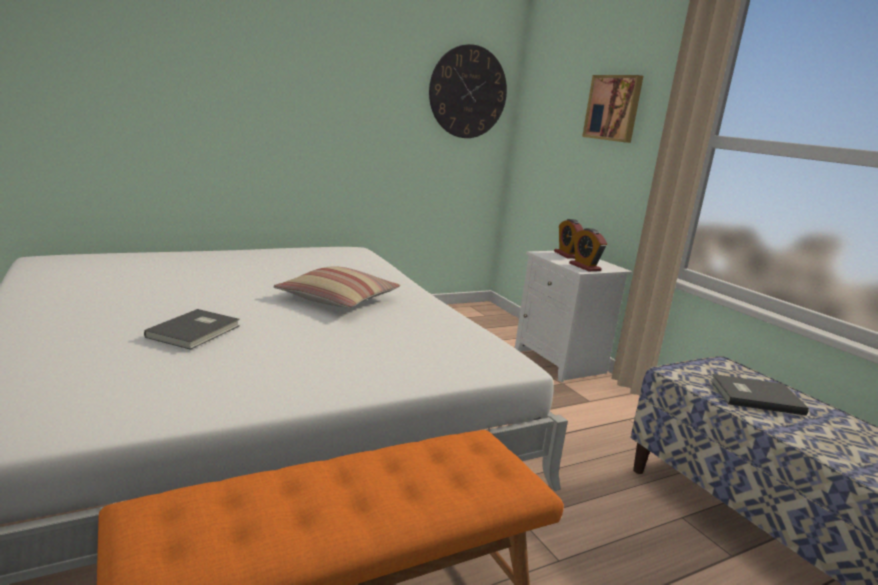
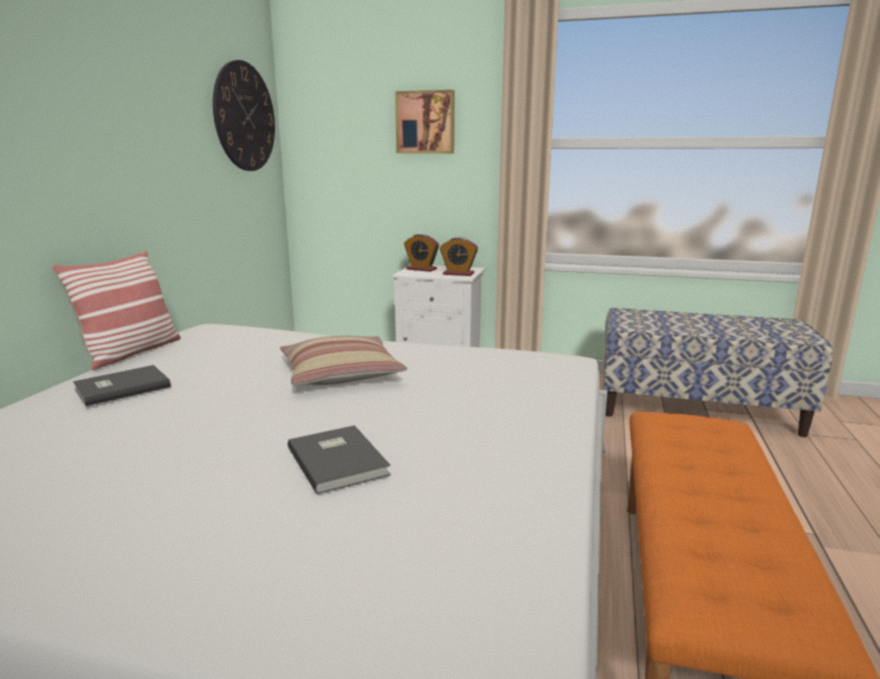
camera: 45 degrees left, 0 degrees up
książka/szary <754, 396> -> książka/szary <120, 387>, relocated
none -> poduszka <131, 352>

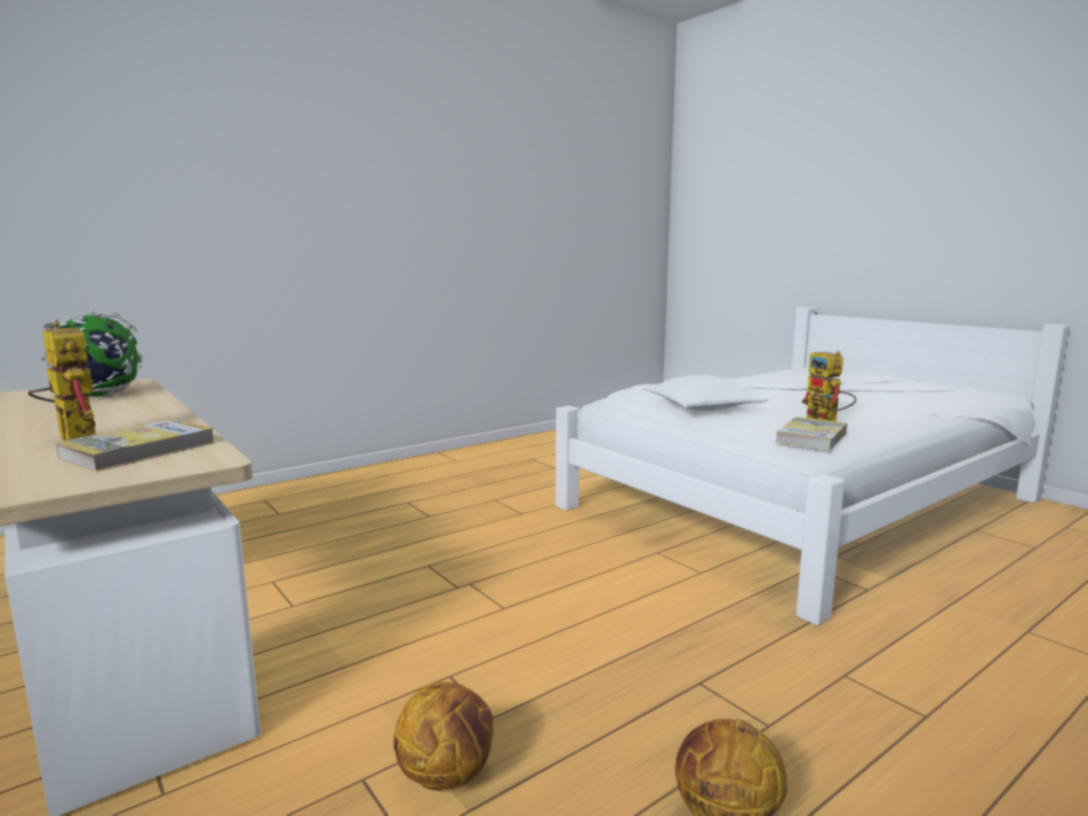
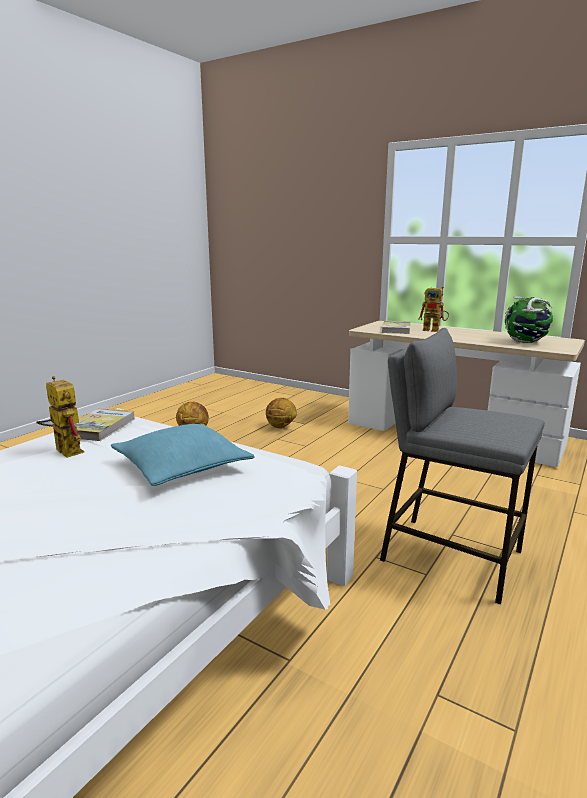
camera: 160 degrees right, 5 degrees up
poduszka/biały <702, 408> -> poduszka/turkusowy <182, 466>
none -> stołek/szary <450, 555>

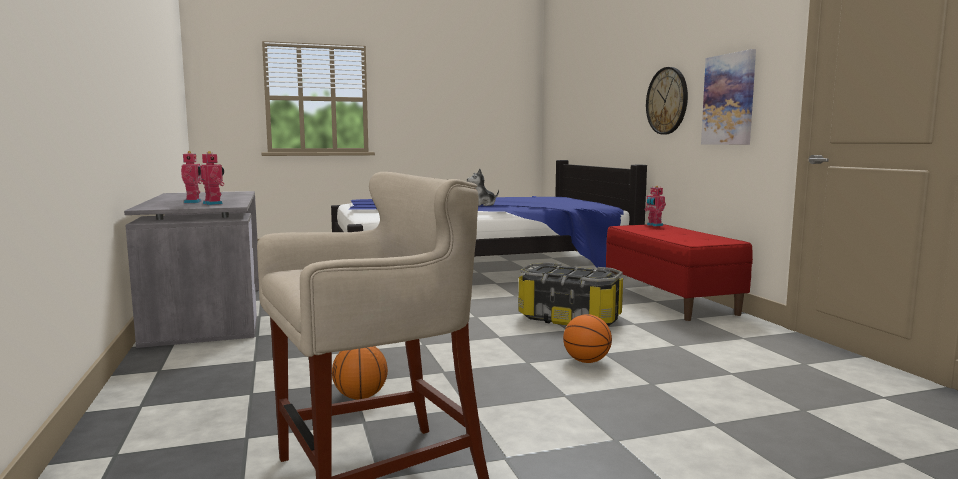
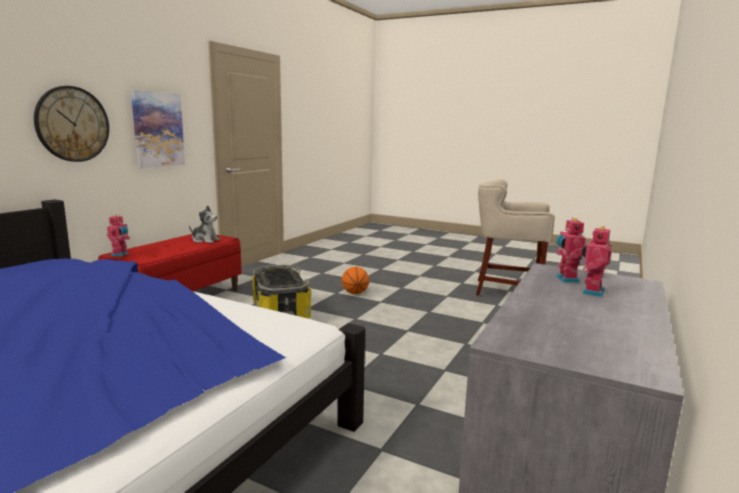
camera: 135 degrees left, 5 degrees up
pluszak <482, 205> -> pluszak <205, 240>, relocated
piłka do koszykówki <360, 397> -> none

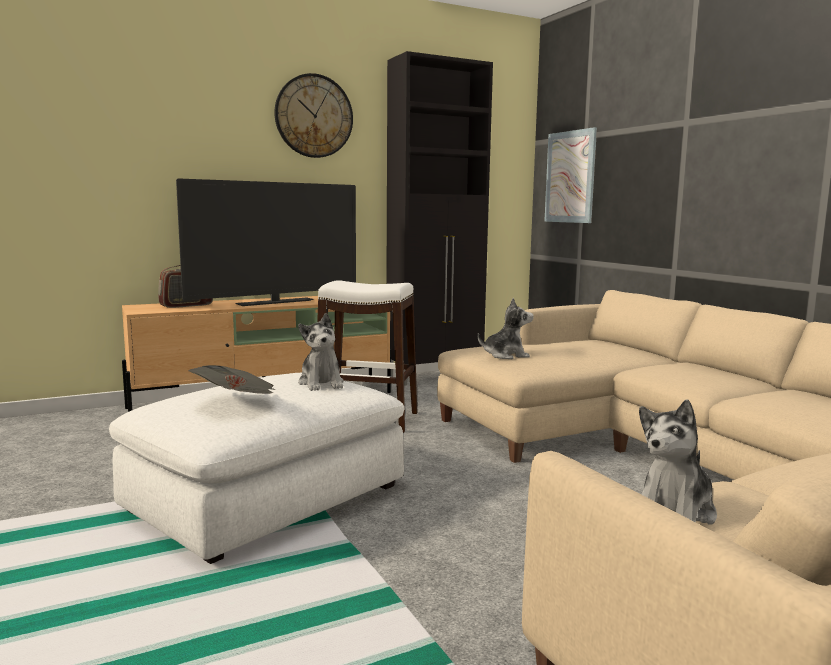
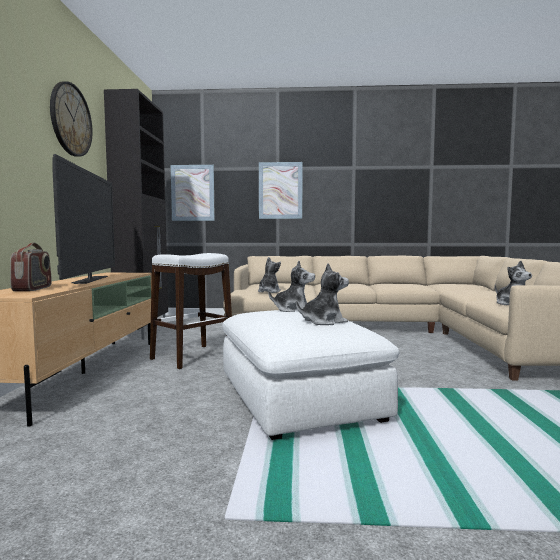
camera: 60 degrees left, 5 degrees down
gazeta <237, 403> -> pluszak <323, 322>
none -> obraz <280, 190>

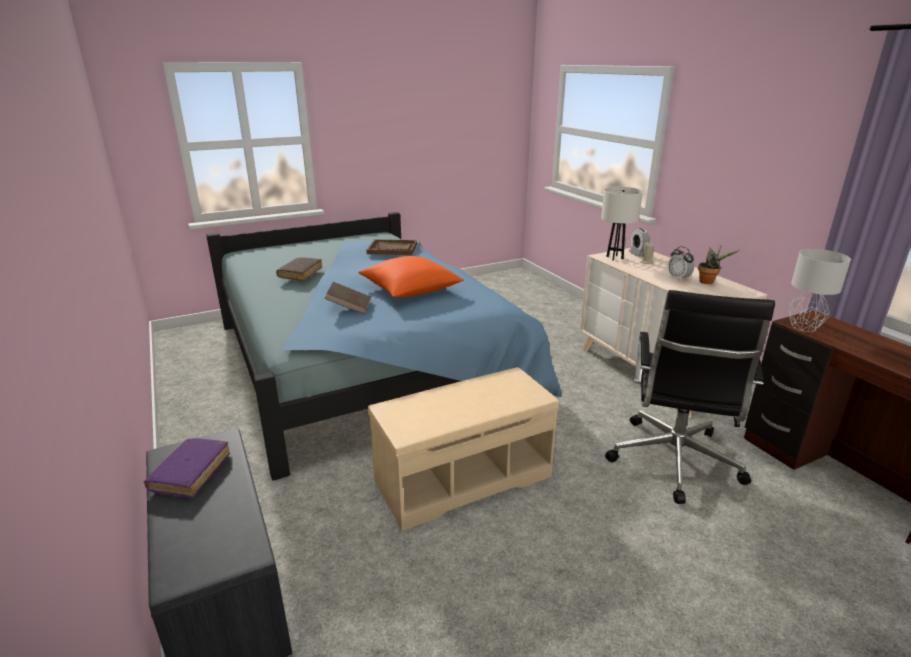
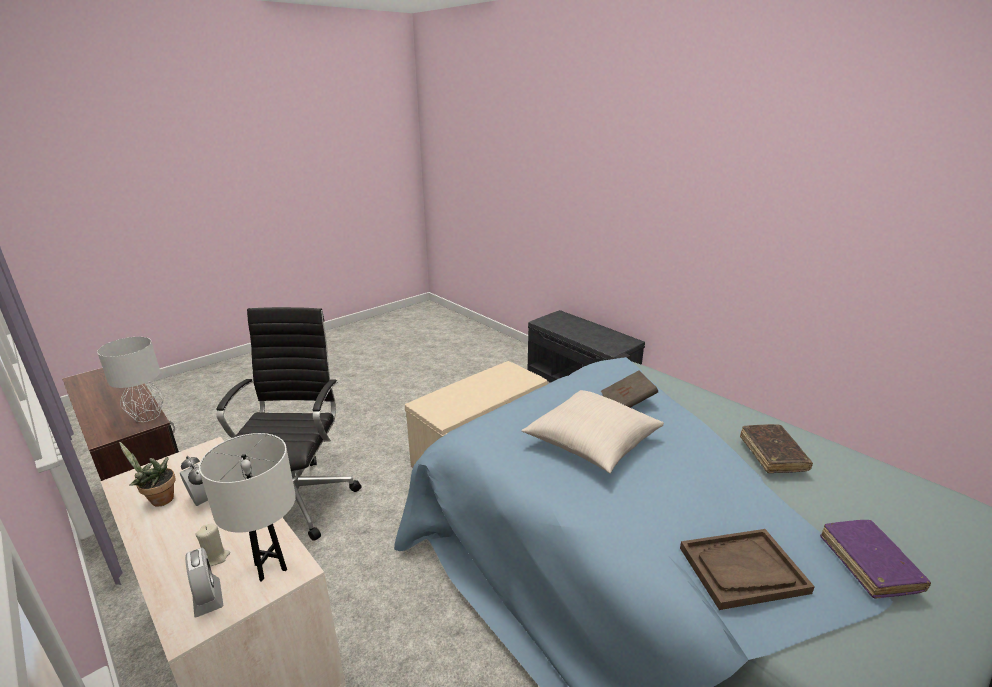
camera: 165 degrees right, 0 degrees up
poduszka/pomarańczowy <410, 290> -> poduszka/beżowy <592, 443>
książka/fioletowy <191, 473> -> książka/fioletowy <869, 564>, relocated

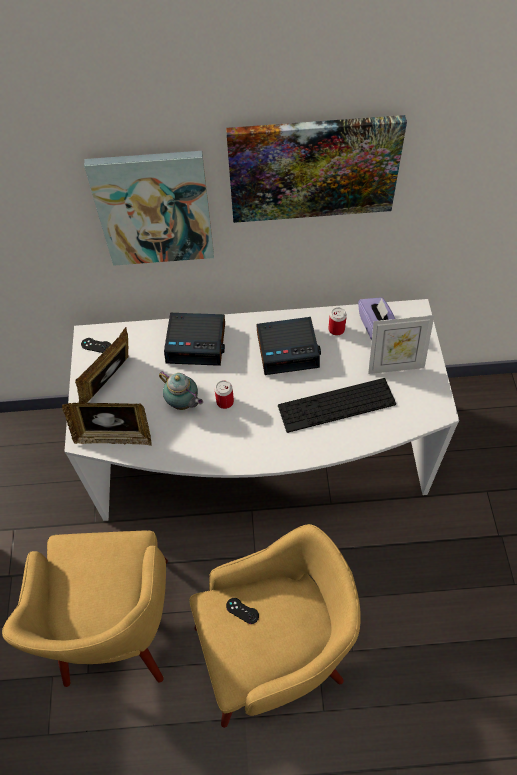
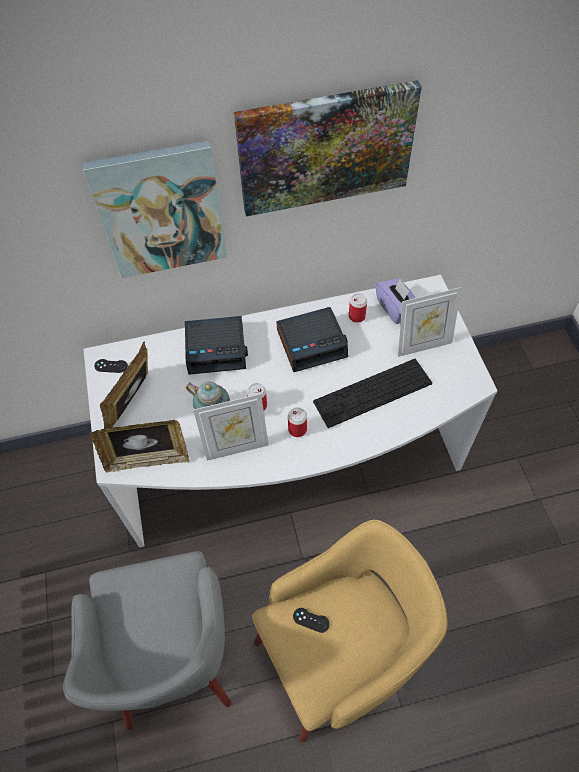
camera: 10 degrees left, 0 degrees up
fotel/żółty <116, 625> -> fotel/szary <172, 654>
none -> ramka na zdjęcie <236, 447>
none -> puszka <297, 429>

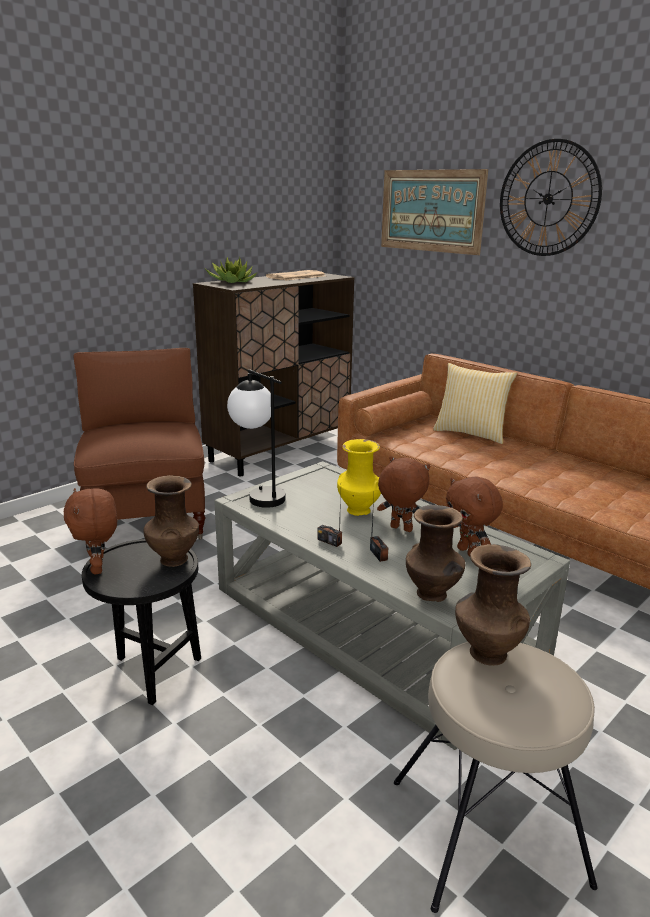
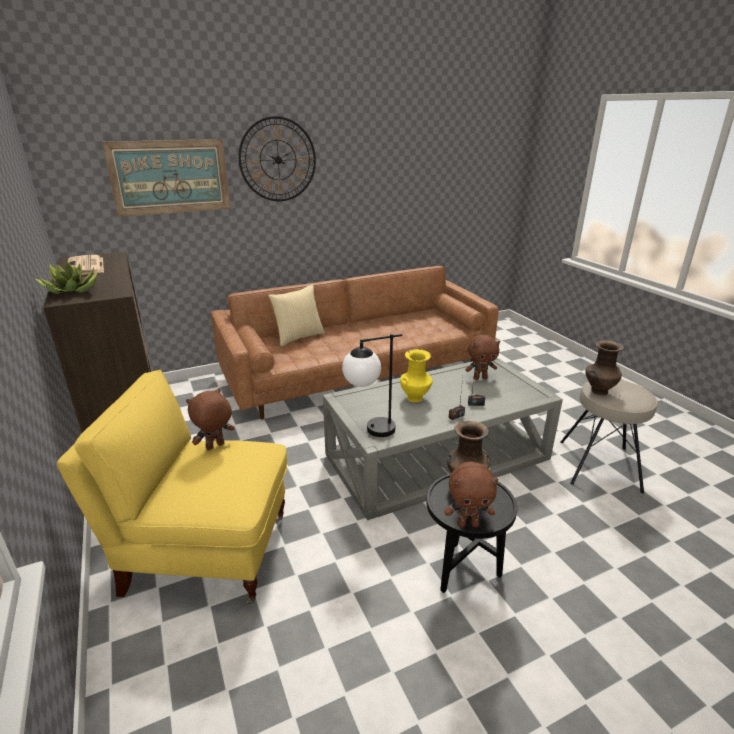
camera: 70 degrees left, 5 degrees up
fotel/brązowy <148, 518> -> fotel/żółty <206, 553>
pluszak/brązowy <400, 529> -> pluszak/brązowy <215, 447>, relocated
wazon/brązowy <433, 595> -> none

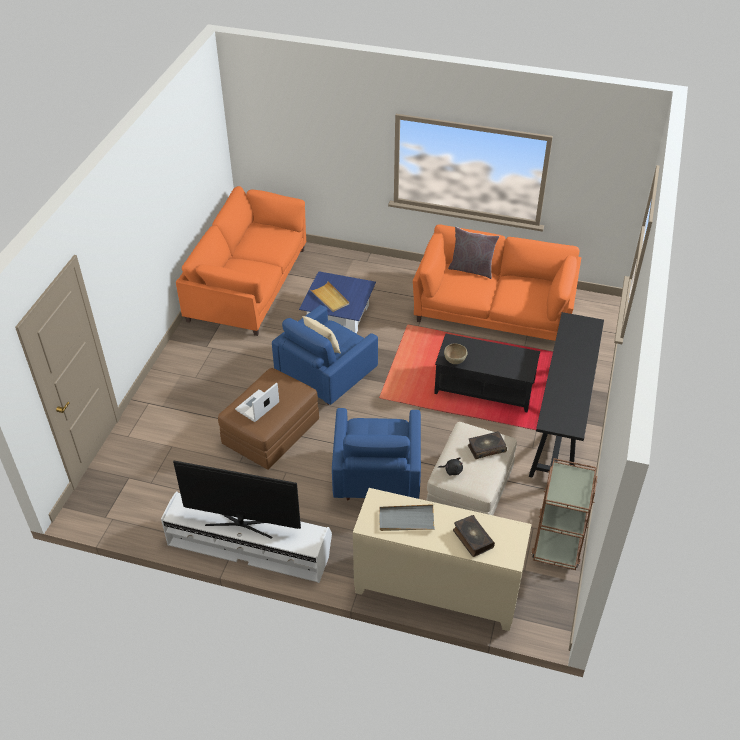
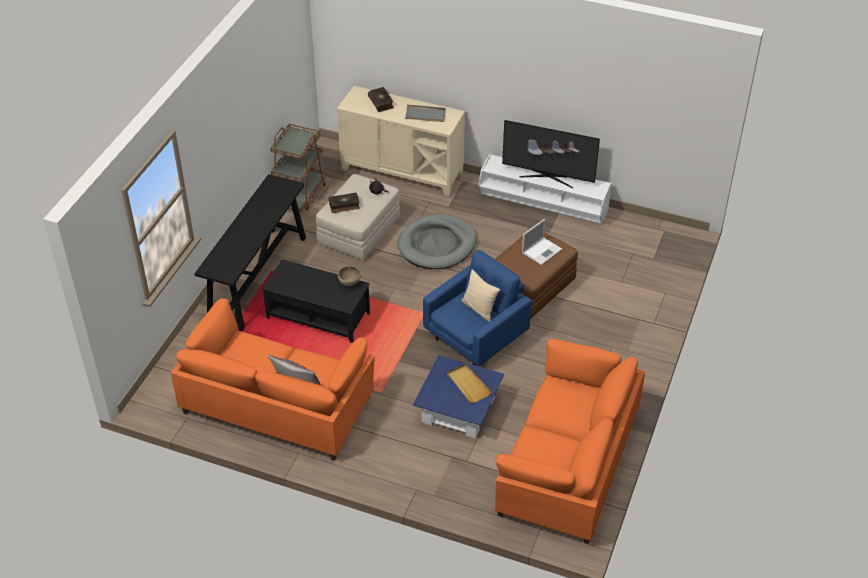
camera: 175 degrees left, 0 degrees up
fotel/niebieski <376, 477> -> legowisko/szary <437, 245>

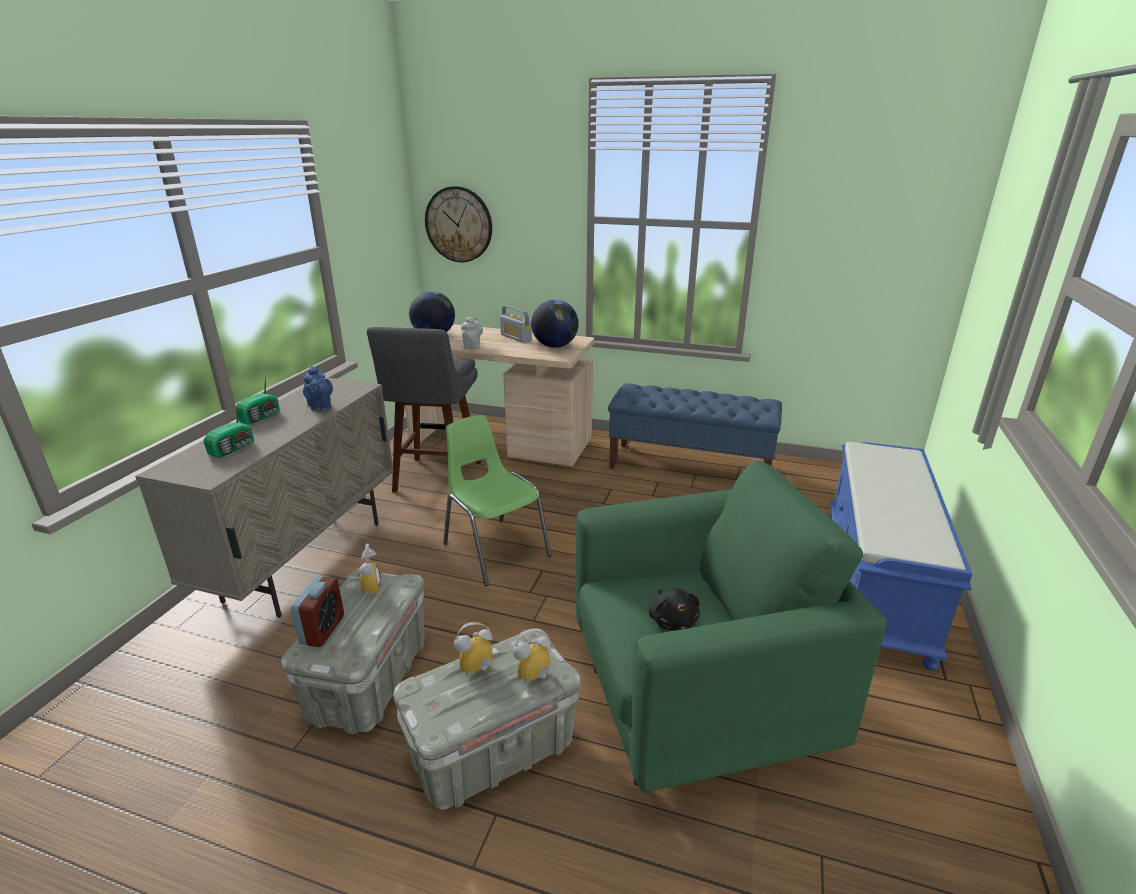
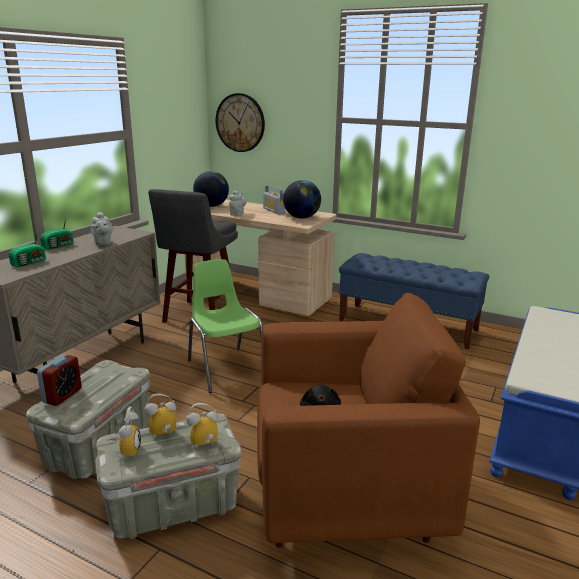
camera: 10 degrees right, 5 degrees down
imbryk/niebieski <320, 407> -> imbryk/szary <103, 243>
fotel/zielony <695, 706> -> fotel/brązowy <346, 498>
budzik <367, 588> -> budzik <127, 450>, relocated

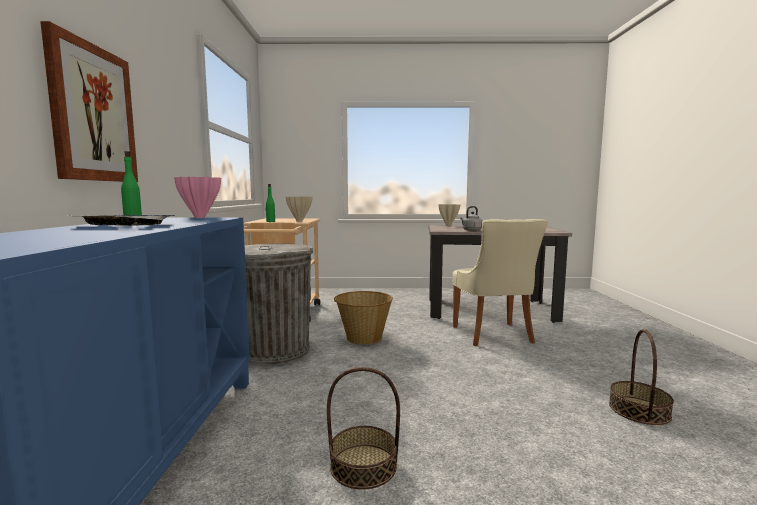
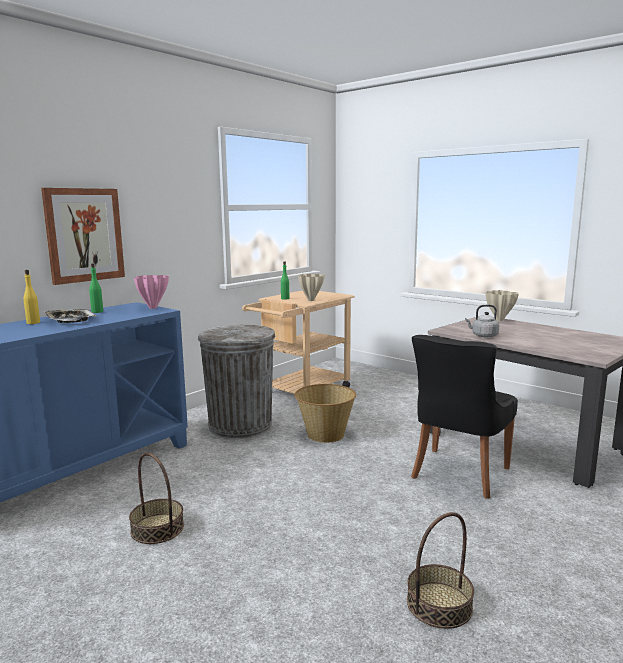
camera: 40 degrees right, 5 degrees up
krzesło/beżowy <493, 335> -> krzesło/czarny <458, 474>
none -> butelka/żółty <33, 323>

